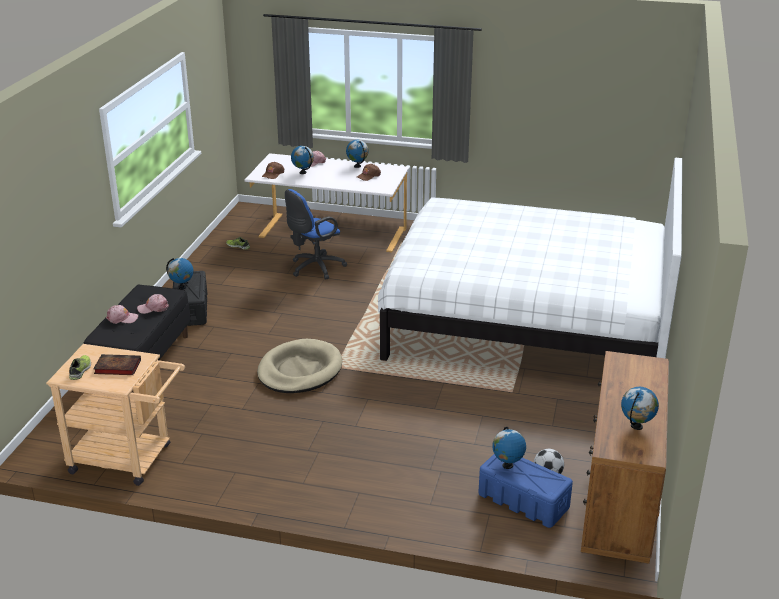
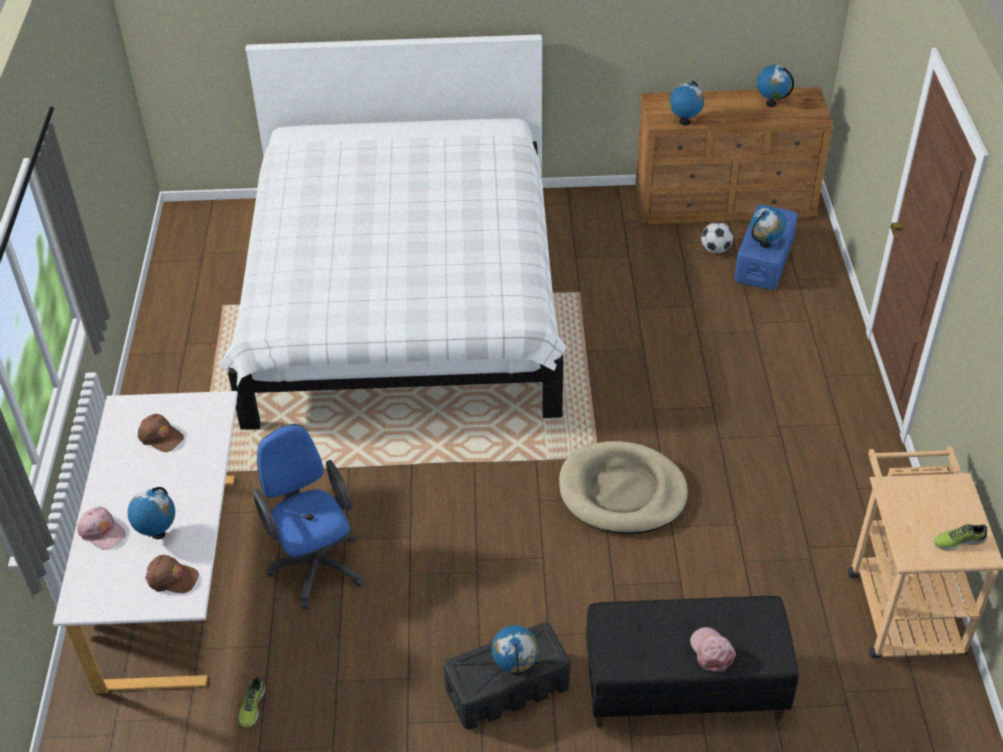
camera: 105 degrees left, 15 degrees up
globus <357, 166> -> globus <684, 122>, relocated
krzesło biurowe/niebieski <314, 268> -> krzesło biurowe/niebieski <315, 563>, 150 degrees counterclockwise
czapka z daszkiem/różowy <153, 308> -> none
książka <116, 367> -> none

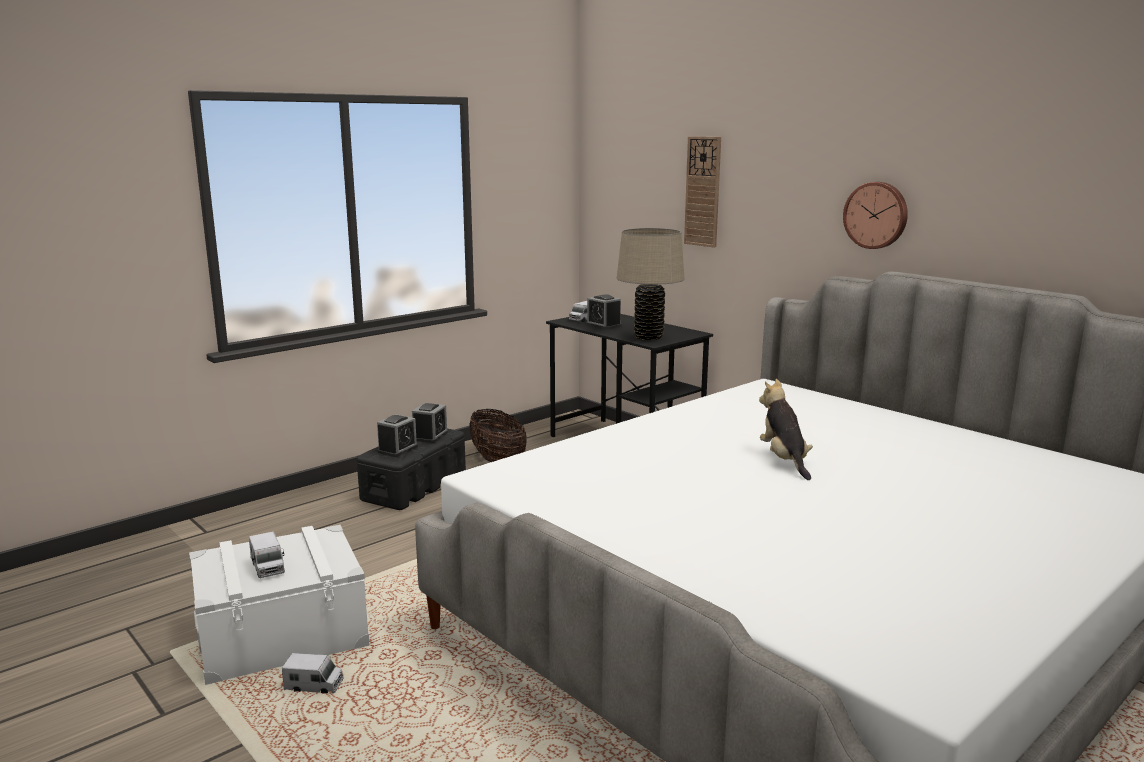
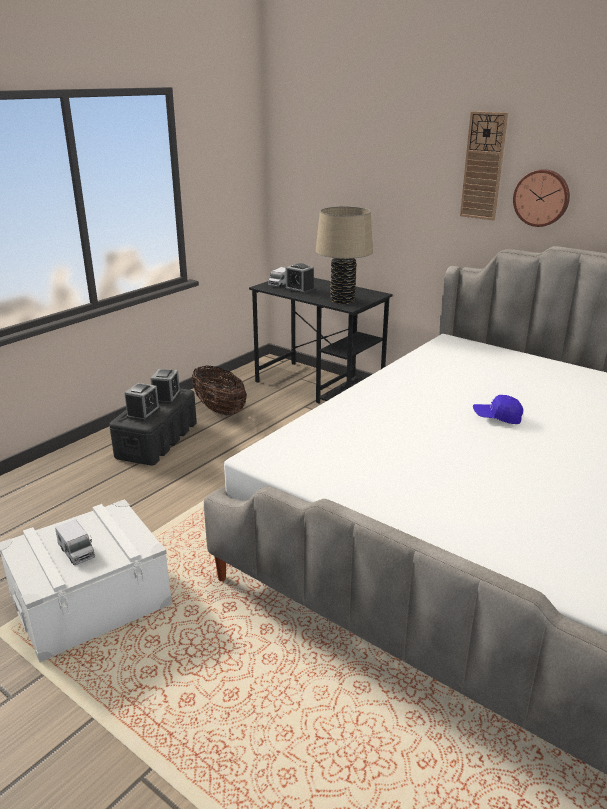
camera: 10 degrees left, 10 degrees up
zegar ścienny <703, 191> -> zegar ścienny <483, 166>, relocated
pluszak <784, 460> -> czapka z daszkiem/niebieski <497, 418>
ciężarówka zabawkowa <314, 686> -> none

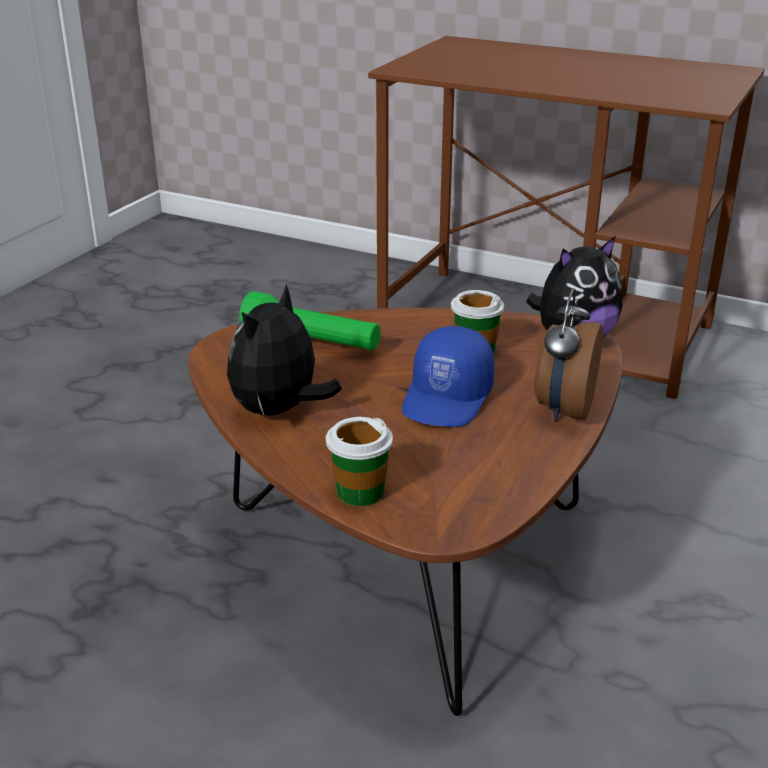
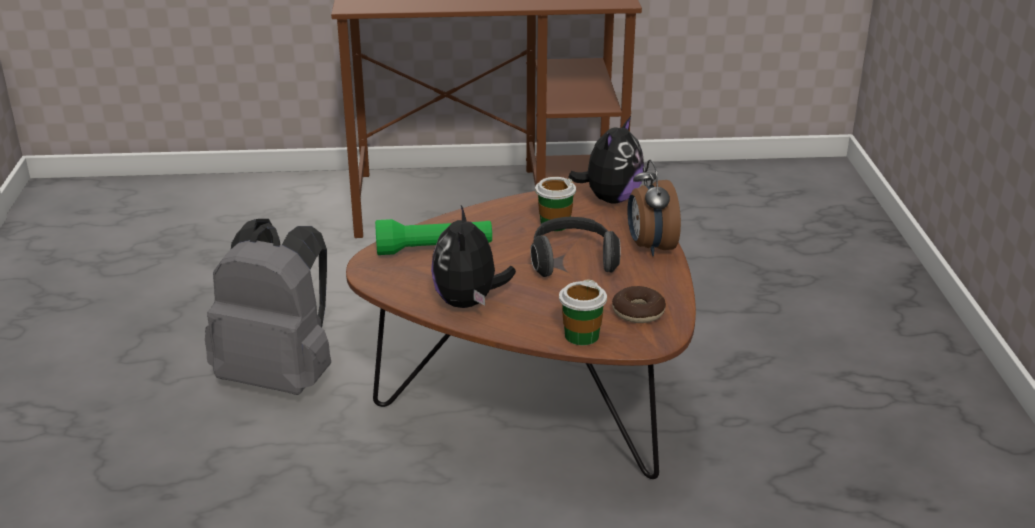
camera: 30 degrees left, 0 degrees up
czapka z daszkiem/niebieski <448, 398> -> słuchawki <572, 261>
none -> plecak/szary <281, 376>
none -> donut <638, 312>

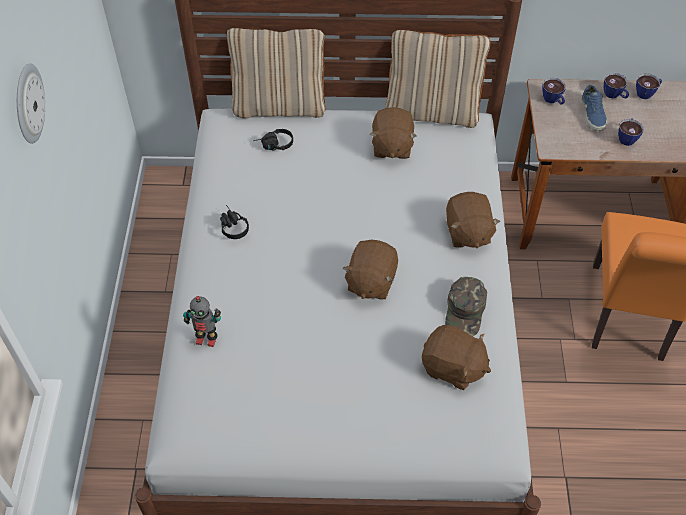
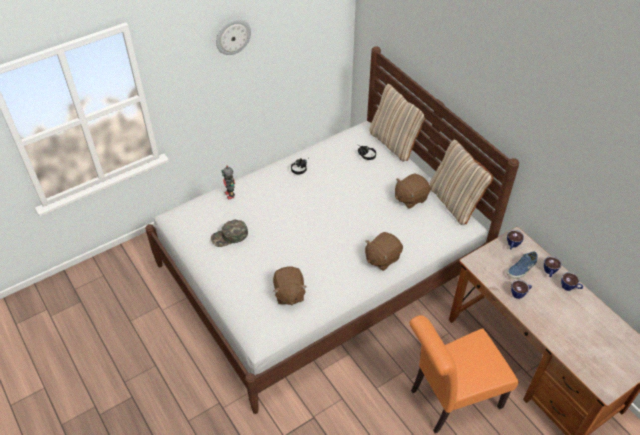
camera: 55 degrees right, 5 degrees down
pluszak/brązowy <370, 281> -> none
czapka z daszkiem/zielony <465, 311> -> czapka z daszkiem/zielony <229, 236>, relocated

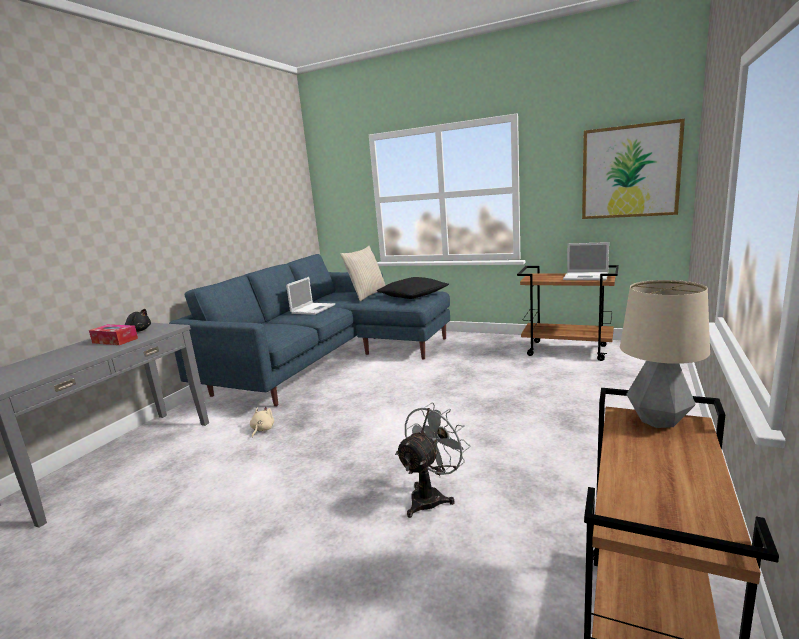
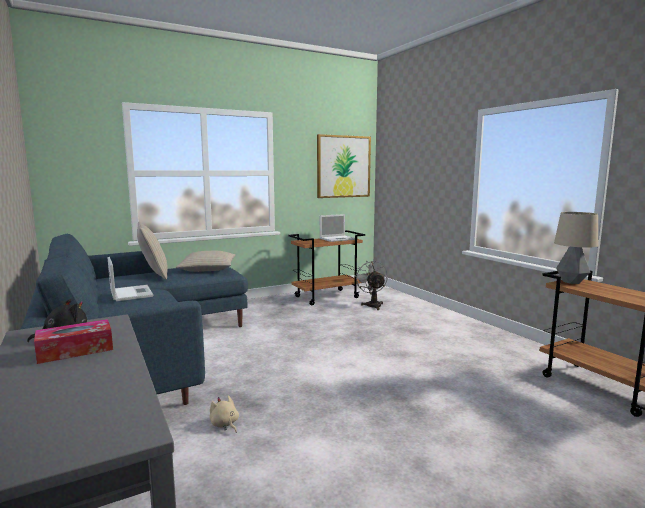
camera: 55 degrees left, 5 degrees down
poduszka/czarny <413, 295> -> poduszka/beżowy <207, 269>
wentylator/szary <431, 496> -> wentylator/szary <372, 305>, relocated

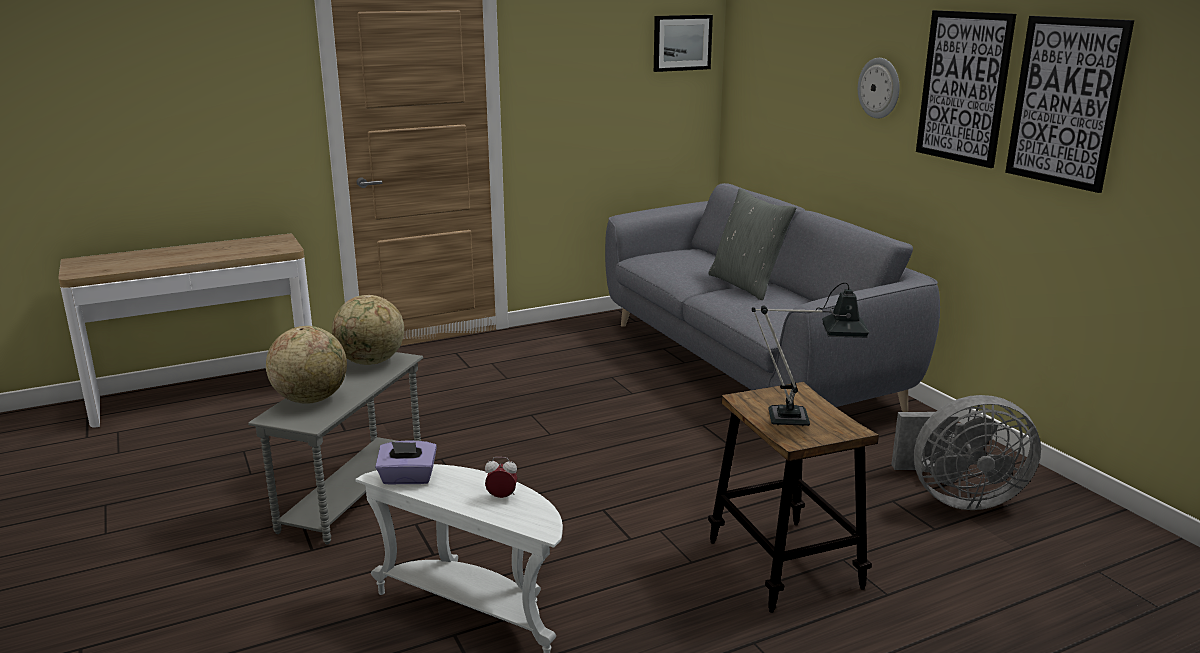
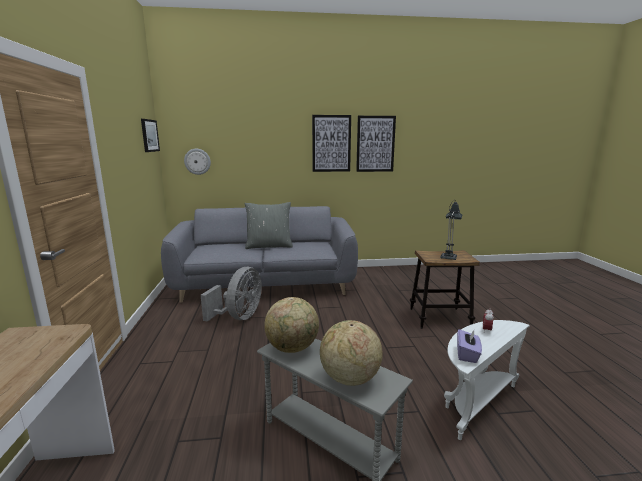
camera: 70 degrees left, 5 degrees down
zegar ścienny <879, 88> -> zegar ścienny <197, 161>, relocated
wentylator/szary <957, 498> -> wentylator/szary <239, 317>, relocated

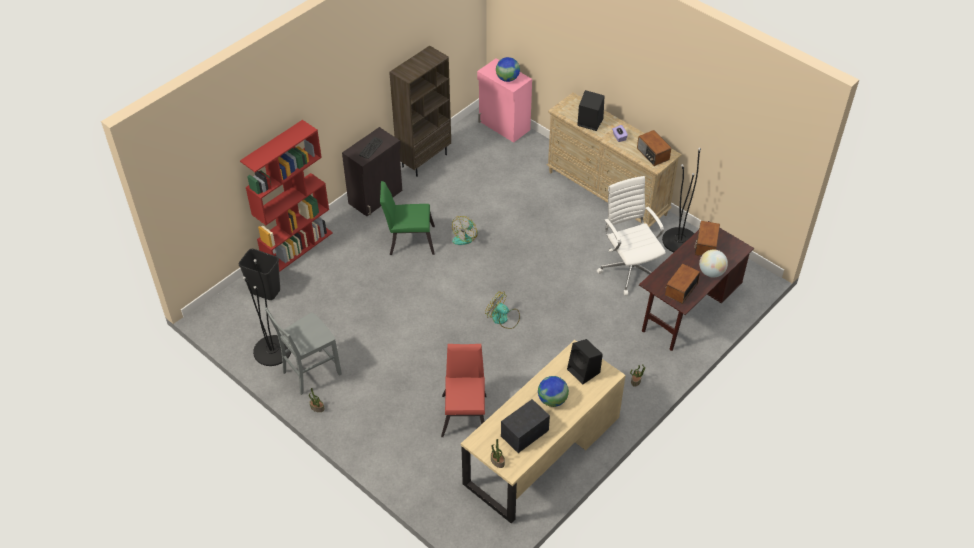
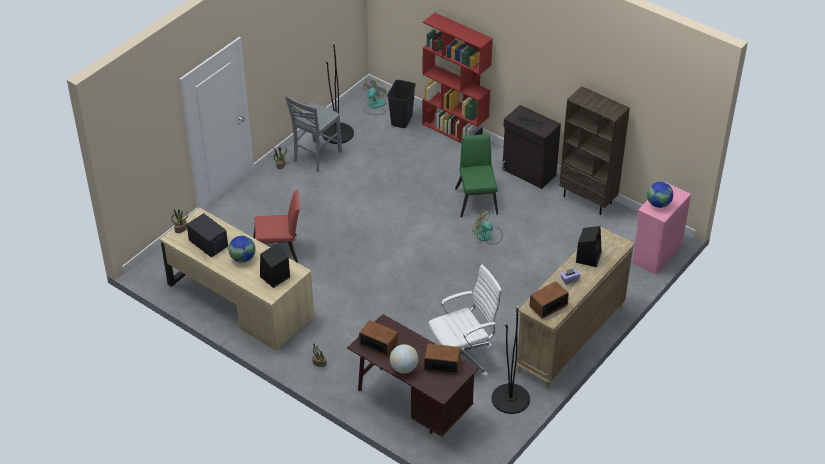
camera: 85 degrees right, 5 degrees down
wentylator <503, 318> -> wentylator <374, 106>, relocated
krzesło/szary <310, 373> -> krzesło/szary <316, 157>, 105 degrees counterclockwise

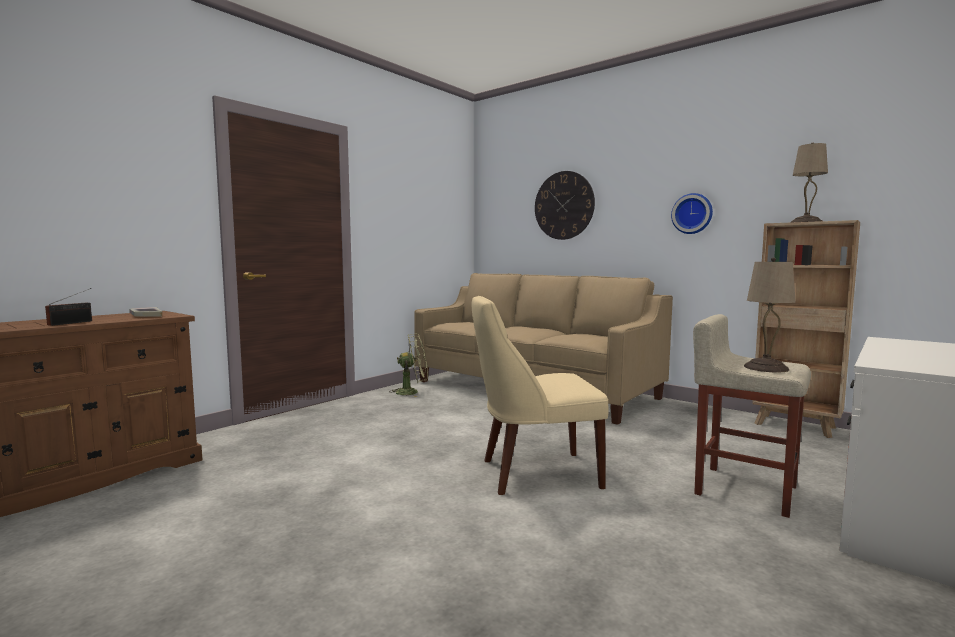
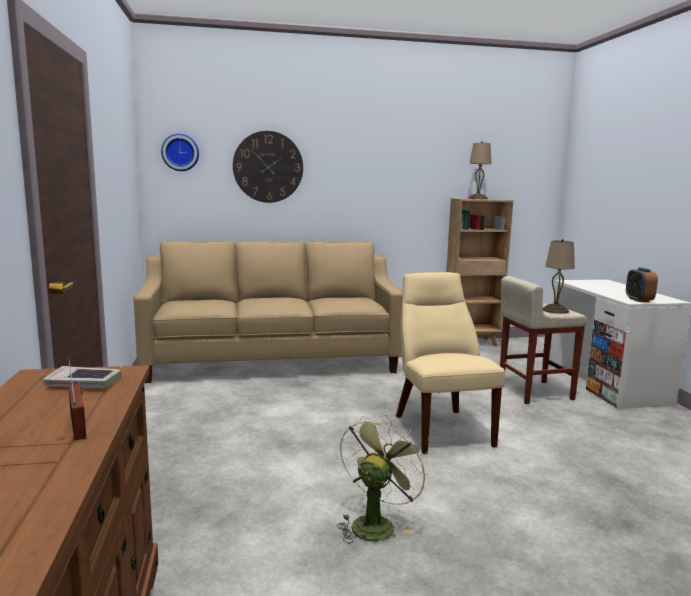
camera: 50 degrees left, 5 degrees up
zegar ścienny <692, 214> -> zegar ścienny <180, 152>, relocated
krzesło/beżowy <534, 473> -> krzesło/beżowy <440, 428>, 135 degrees clockwise
wentylator/zielony <412, 392> -> wentylator/zielony <375, 523>, relocated
none -> budzik <639, 300>

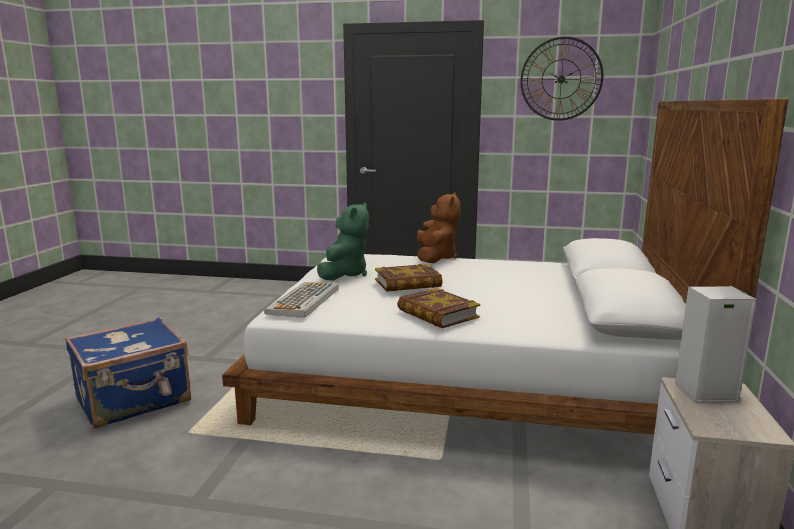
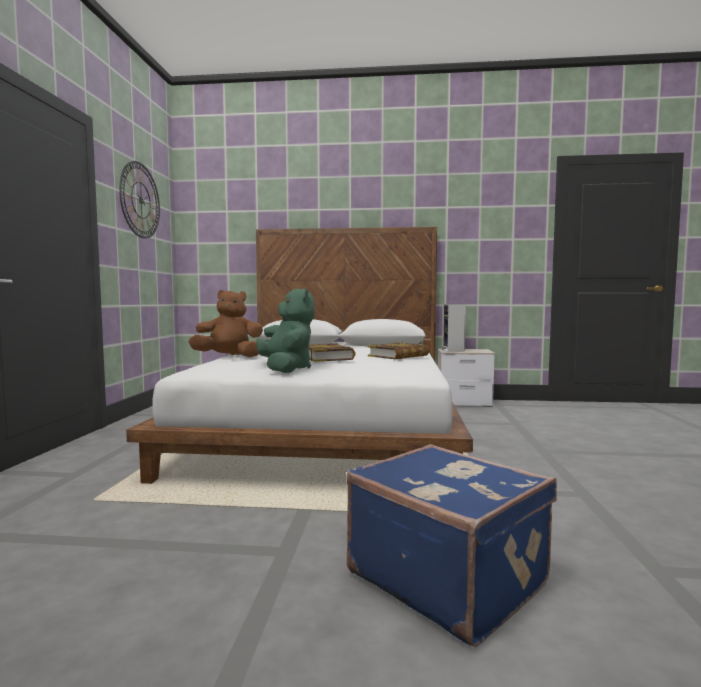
camera: 95 degrees left, 10 degrees down
pluszak/zielony <344, 274> -> pluszak/zielony <286, 369>, 60 degrees clockwise
klawiatura <304, 301> -> none

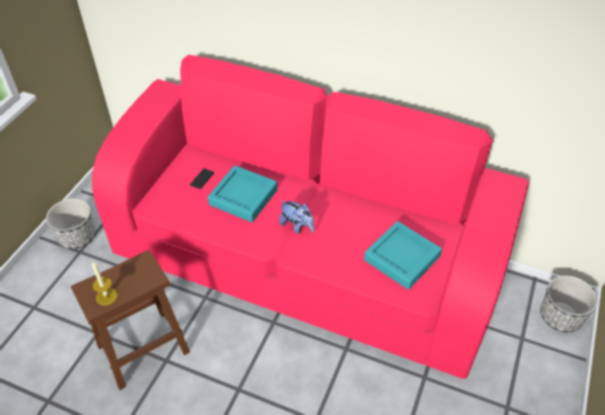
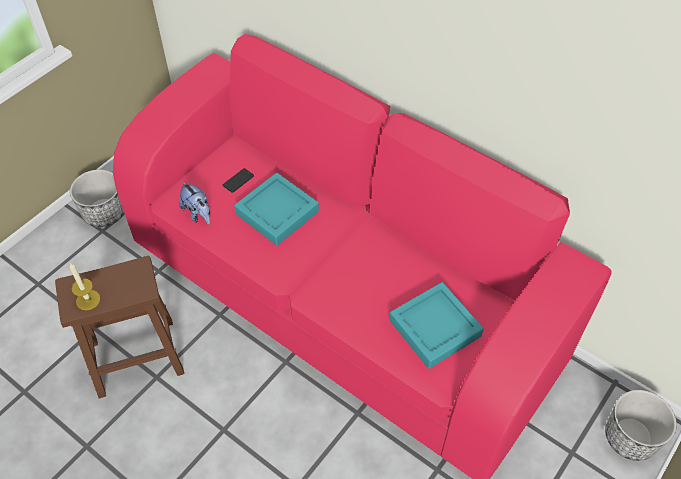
camera: 15 degrees right, 5 degrees up
pluszak <297, 226> -> pluszak <198, 214>, relocated

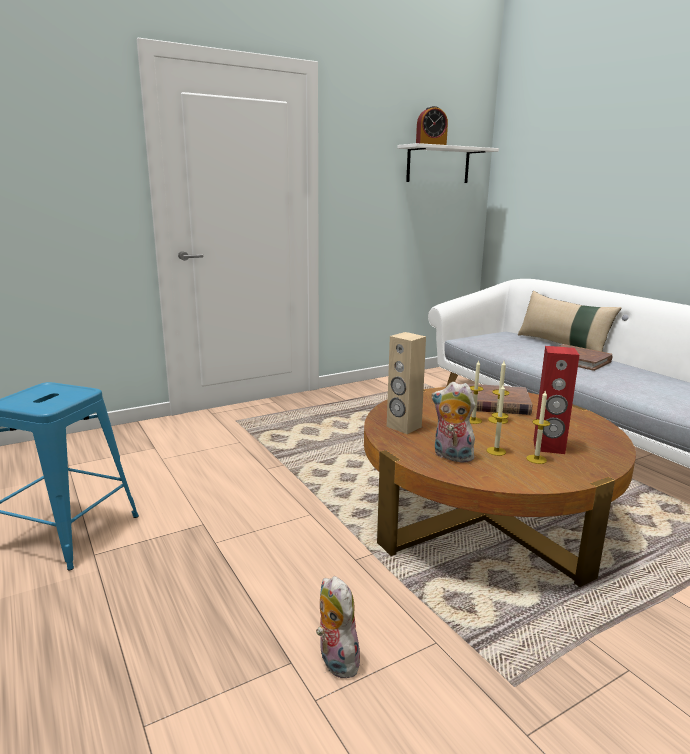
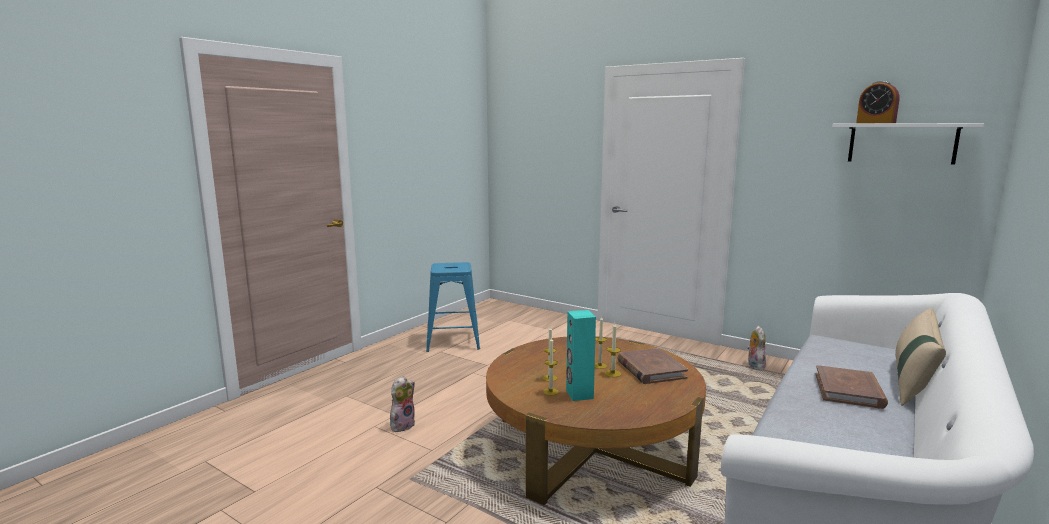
camera: 65 degrees right, 5 degrees down
głośnik/beżowy <403, 427> -> none
głośnik/czerwony <548, 447> -> głośnik/turkusowy <579, 394>
pluszak <451, 456> -> pluszak <754, 366>, relocated

